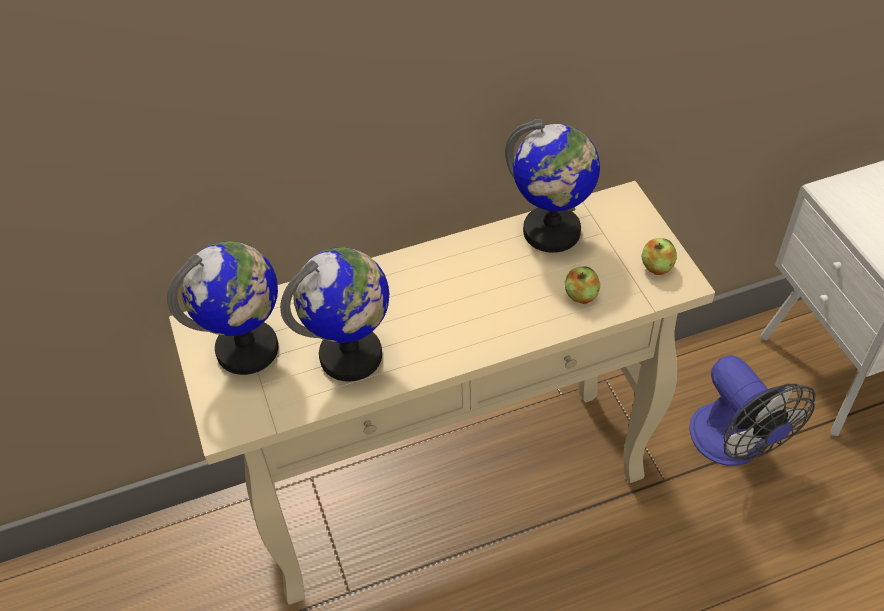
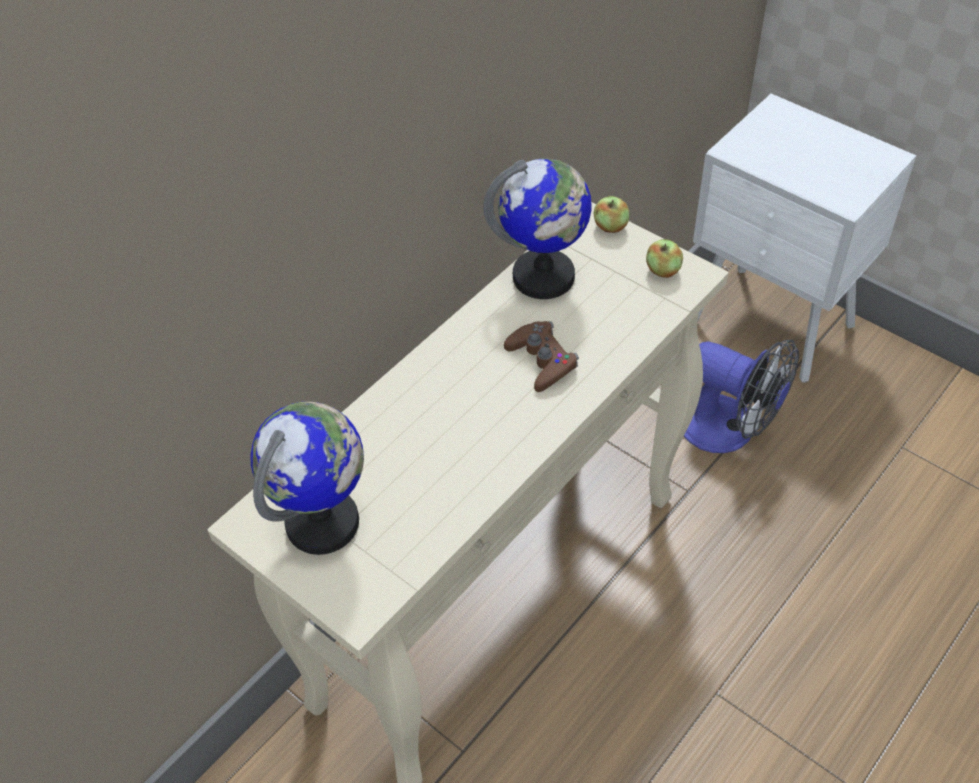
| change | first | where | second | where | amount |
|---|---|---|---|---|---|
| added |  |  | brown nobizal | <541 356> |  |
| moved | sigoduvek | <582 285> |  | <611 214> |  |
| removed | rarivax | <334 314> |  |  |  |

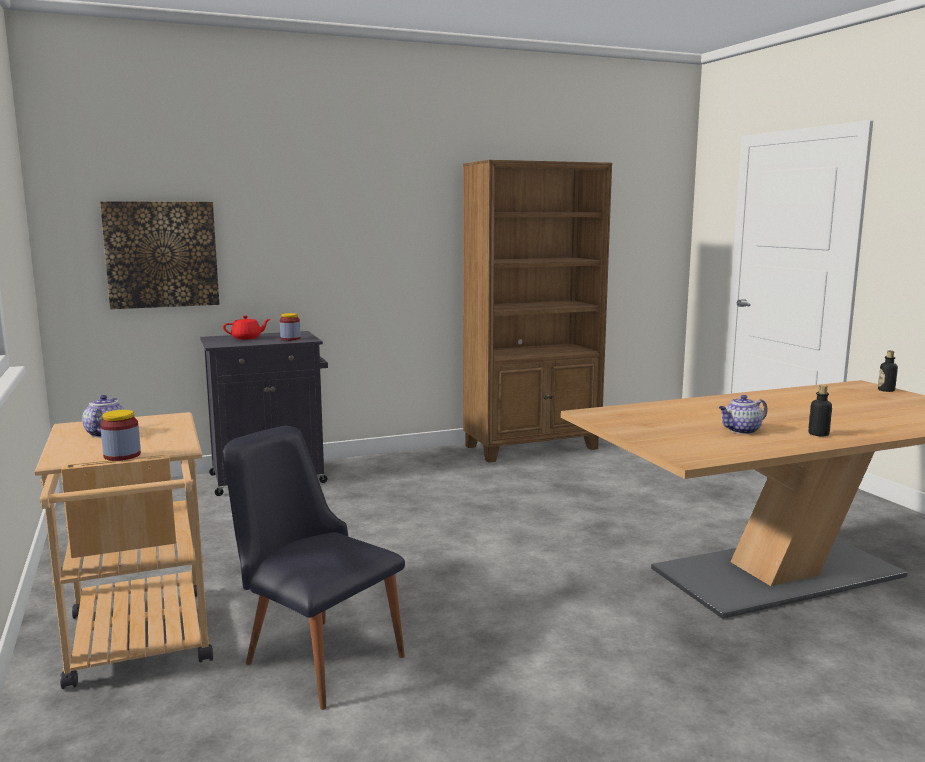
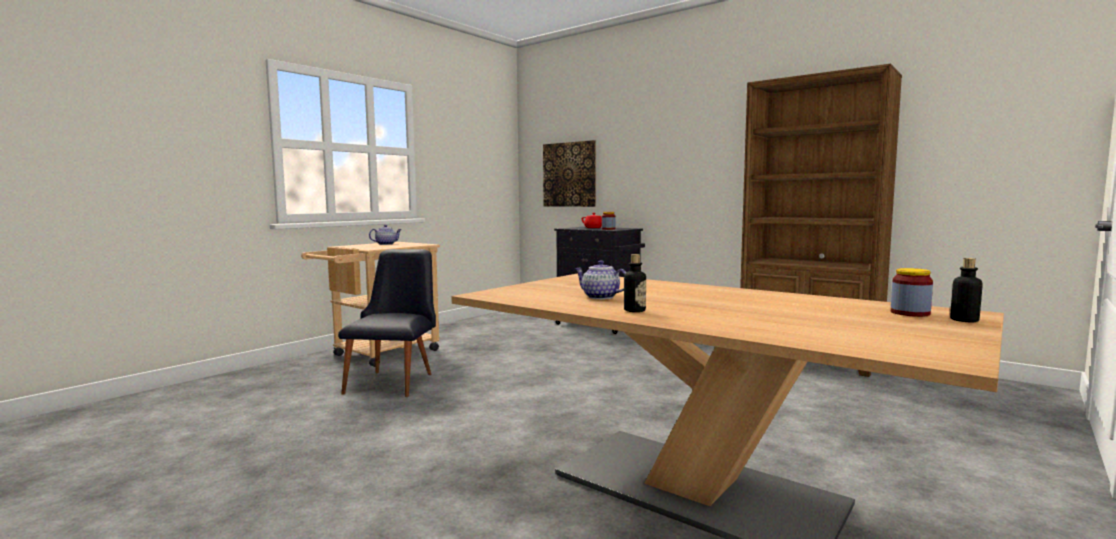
| change | first | where | second | where | amount |
|---|---|---|---|---|---|
| moved | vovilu | <120 435> |  | <912 292> |  |

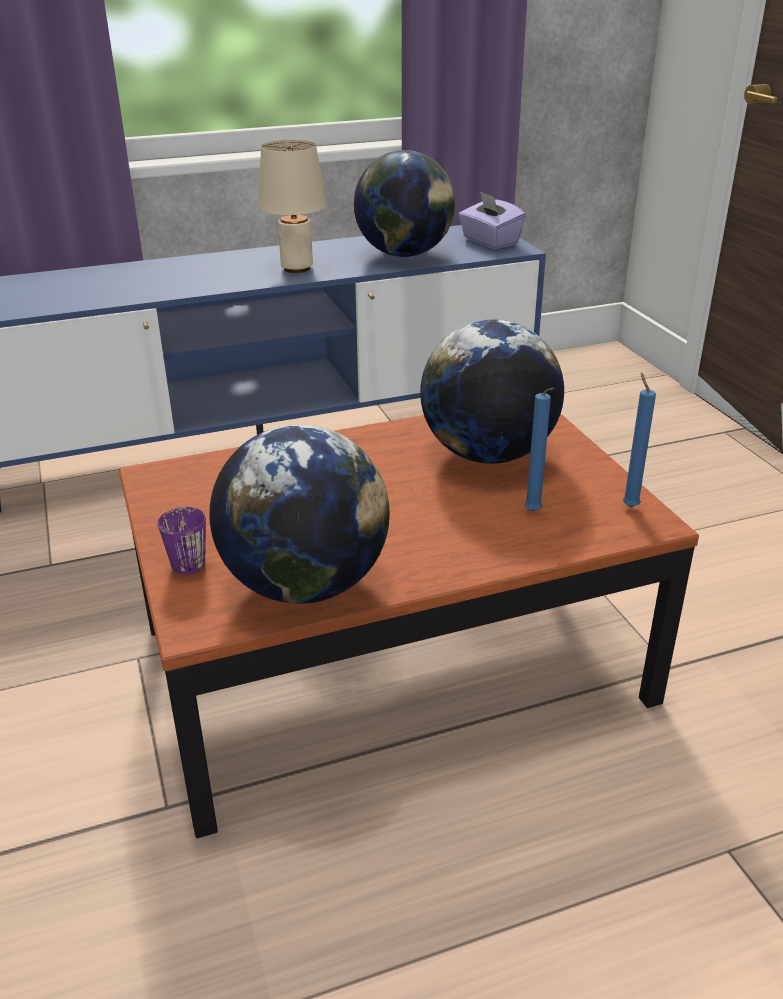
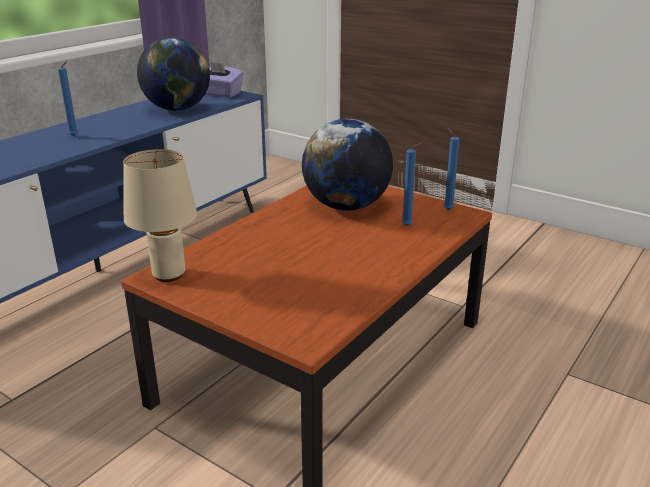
| change | first | where | second | where | amount |
|---|---|---|---|---|---|
| added |  |  | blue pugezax | <68 99> |  |
| moved | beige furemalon | <292 206> |  | <160 215> |  |
| removed | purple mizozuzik | <182 540> |  |  |  |
| removed | rarivax | <299 514> |  |  |  |

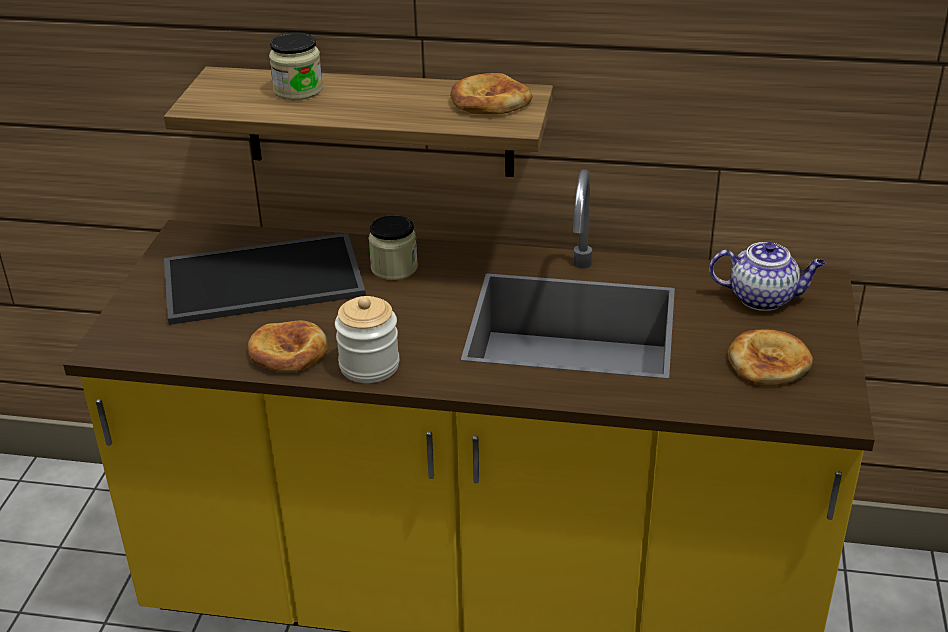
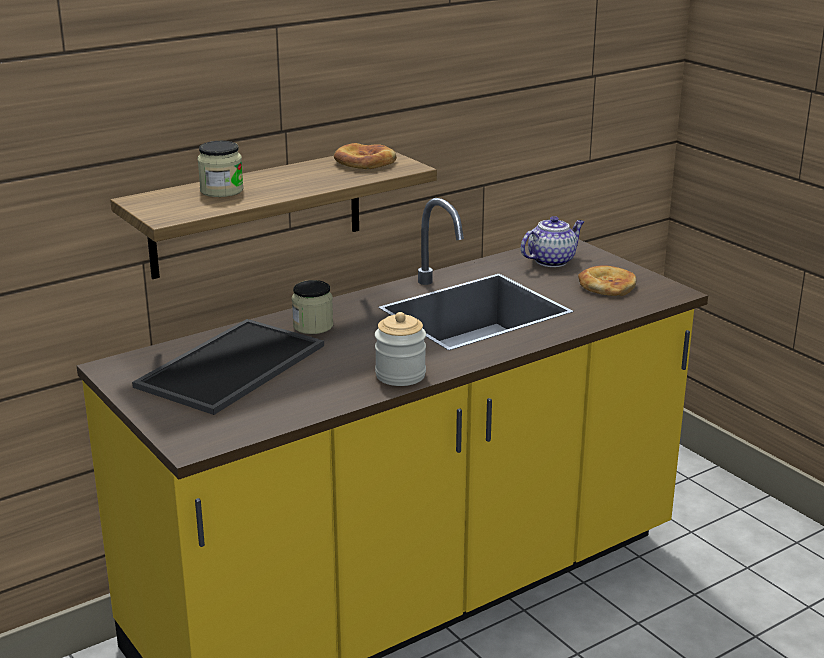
| change | first | where | second | where | amount |
|---|---|---|---|---|---|
| removed | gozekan | <288 346> |  |  |  |

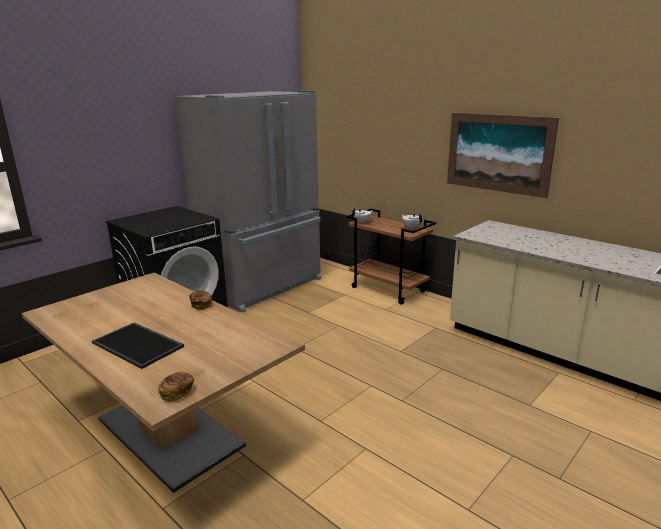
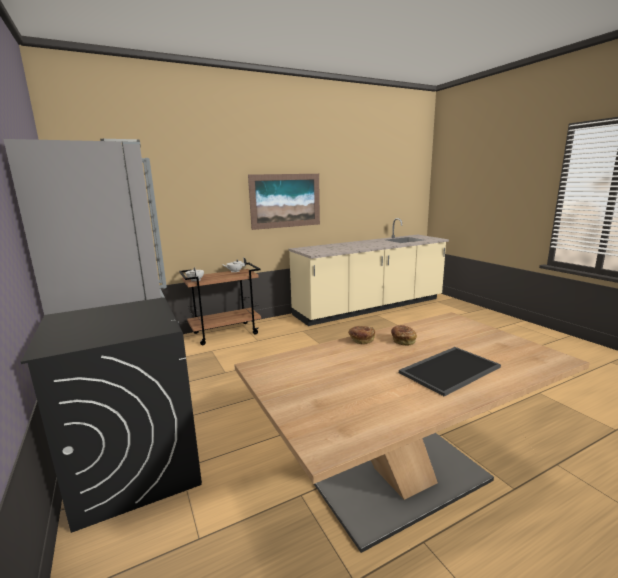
| change | first | where | second | where | amount |
|---|---|---|---|---|---|
| moved | gozekan | <176 386> |  | <404 335> |  |

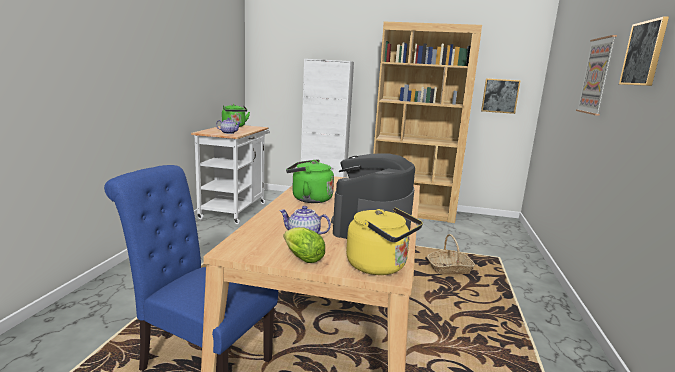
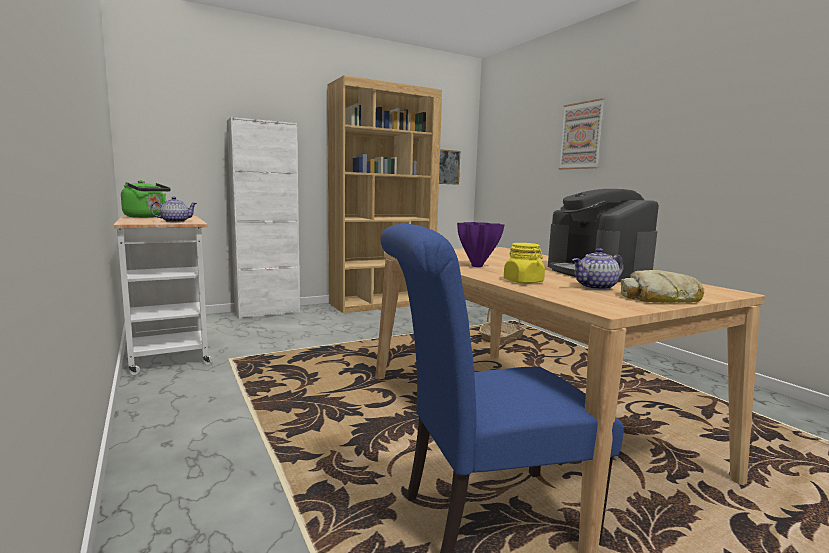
| change | first | where | second | where | amount |
|---|---|---|---|---|---|
| replaced | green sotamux | <310 181> | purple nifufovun | <480 244> |  |
| added |  |  | yellow vovilu | <524 263> |  |
| replaced | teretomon | <304 245> | gozekan | <662 286> |  |
| removed | yellow sotamux | <384 241> |  |  |  |
| removed | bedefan | <644 51> |  |  |  |

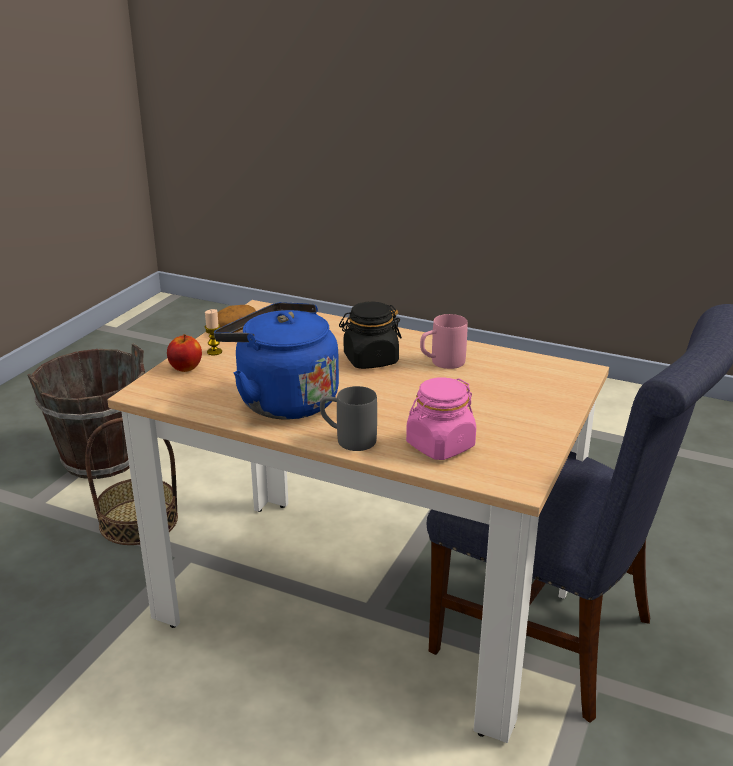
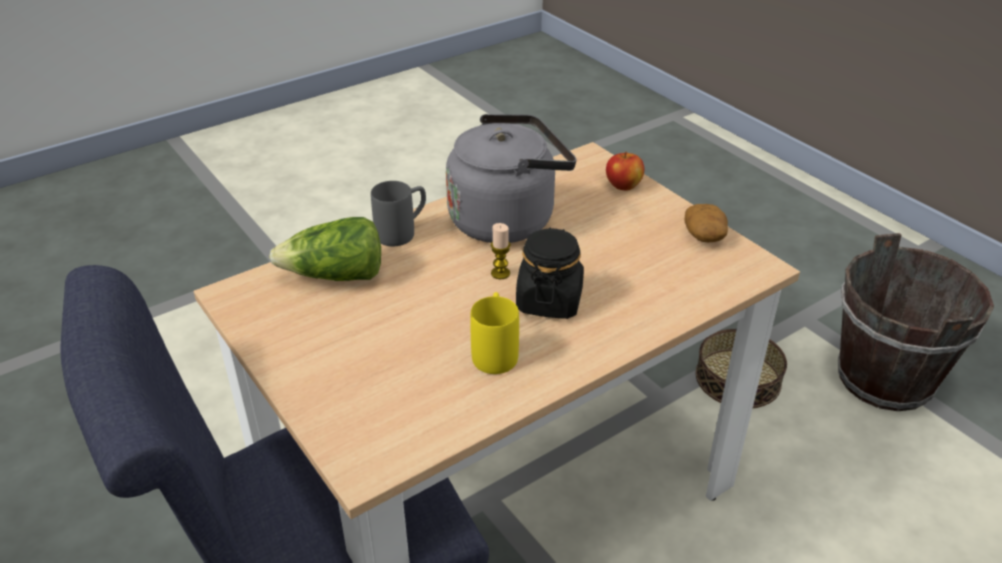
| change | first | where | second | where | amount |
|---|---|---|---|---|---|
| replaced | pink vovilu | <441 418> | teretomon | <325 249> |  |
| recoloured | blue sotamux | <276 361> | grey sotamux | <511 178> |  |
| recoloured | pink mizozuzik | <444 341> | yellow mizozuzik | <494 333> |  |
| moved | pugezax | <213 332> |  | <501 251> |  |

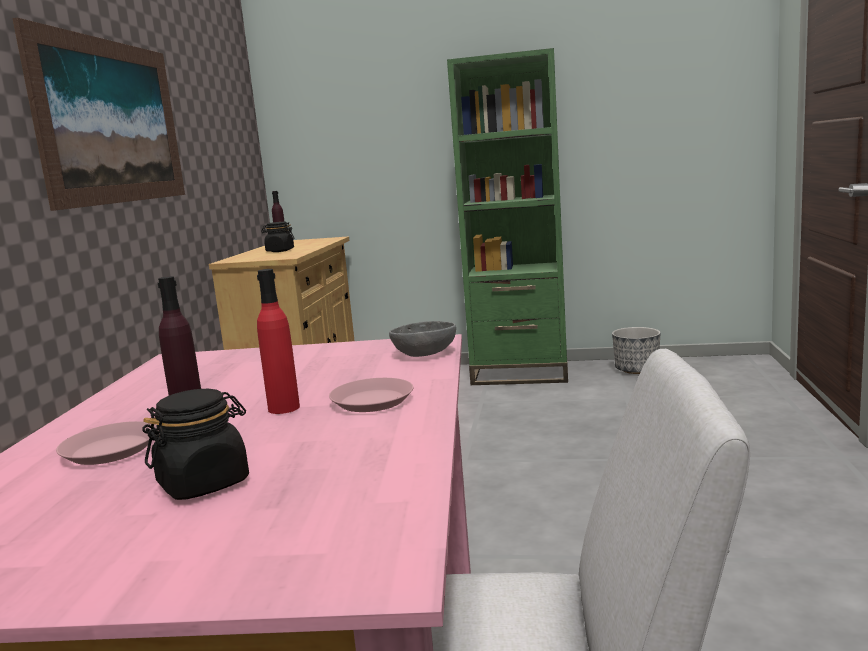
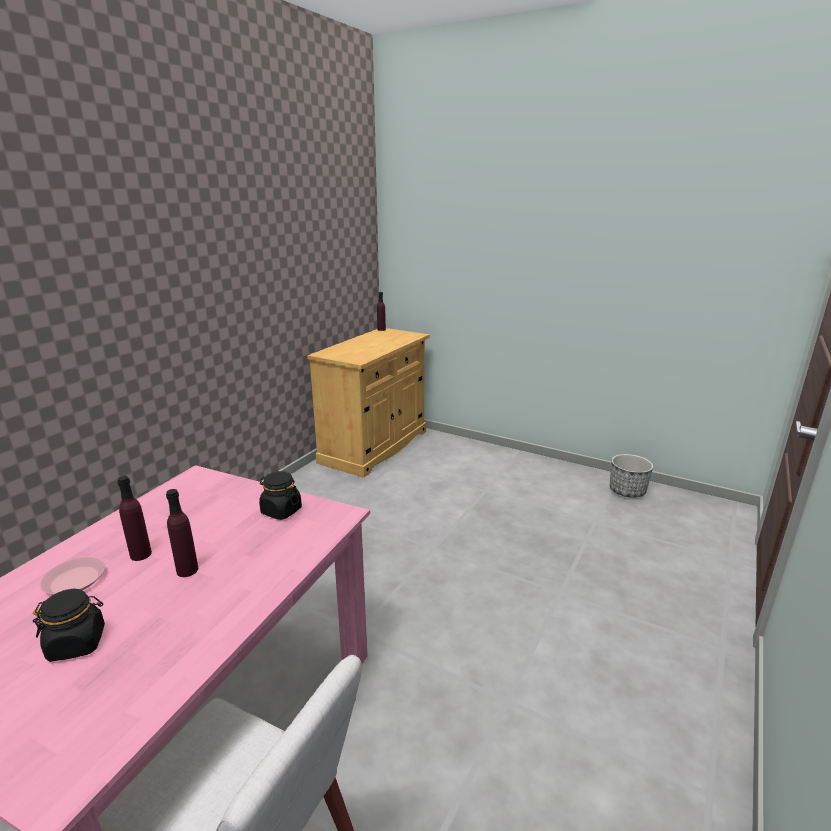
| change | first | where | second | where | amount |
|---|---|---|---|---|---|
| recoloured | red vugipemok | <278 341> | purple vugipemok | <182 533> |  |
| moved | black vovilu | <278 237> |  | <280 495> |  |
| removed | bedefan | <98 114> |  |  |  |
| removed | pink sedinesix | <371 395> |  |  |  |
| removed | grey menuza | <422 339> |  |  |  |
| removed | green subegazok | <507 216> |  |  |  |

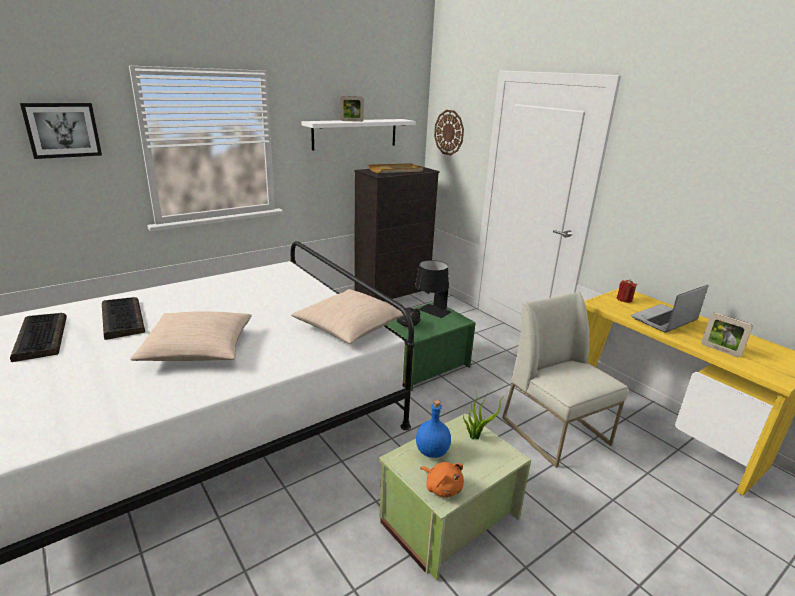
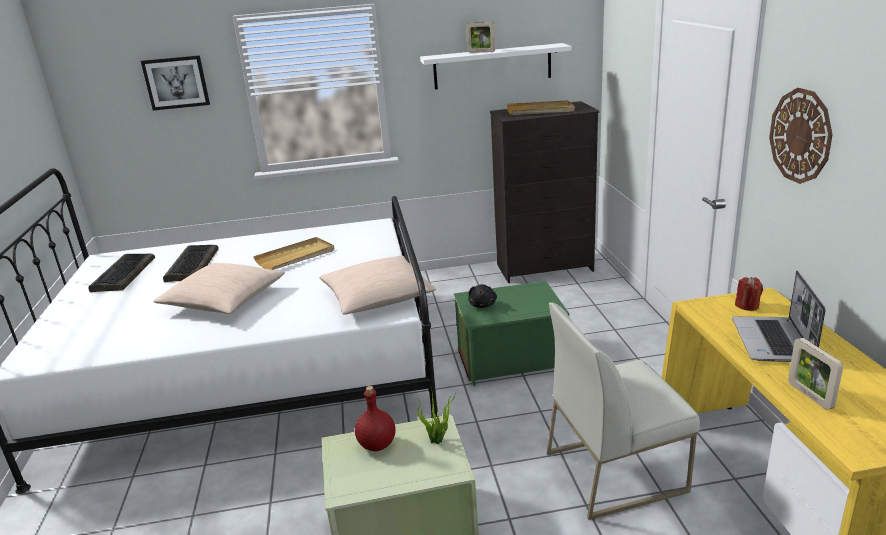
| change | first | where | second | where | amount |
|---|---|---|---|---|---|
| added |  |  | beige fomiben | <293 253> |  |
| recoloured | blue vugipemok | <433 429> | red vugipemok | <375 418> |  |
| turned | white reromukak | <565 380> |  | <623 411> | 105 degrees counterclockwise |
| turned | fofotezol | <670 309> |  | <778 316> | 75 degrees counterclockwise |
| moved | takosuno | <449 133> |  | <801 136> |  |
| removed | black furemalon | <433 289> |  |  |  |
| removed | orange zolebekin | <442 480> |  |  |  |

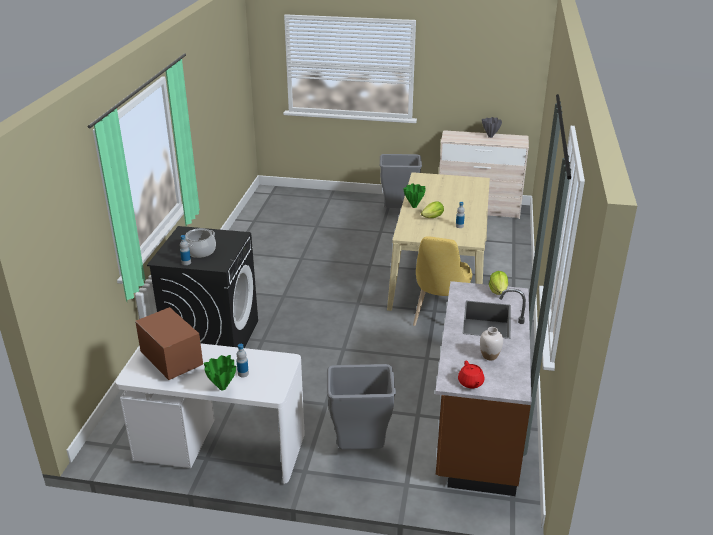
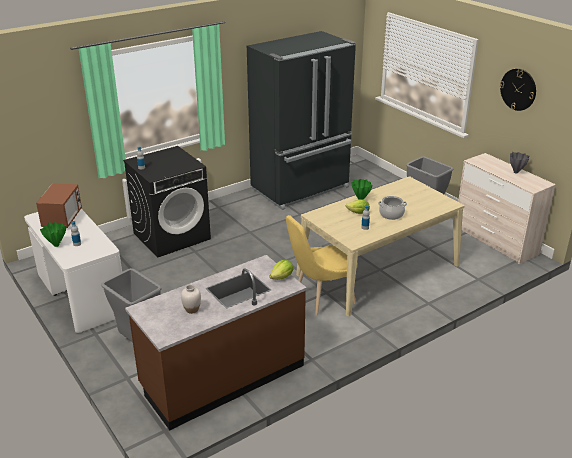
| change | first | where | second | where | amount |
|---|---|---|---|---|---|
| added |  |  | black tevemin | <301 120> |  |
| moved | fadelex | <200 243> |  | <392 208> |  |
| added |  |  | takosuno | <518 89> |  |
| removed | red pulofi | <471 374> |  |  |  |

